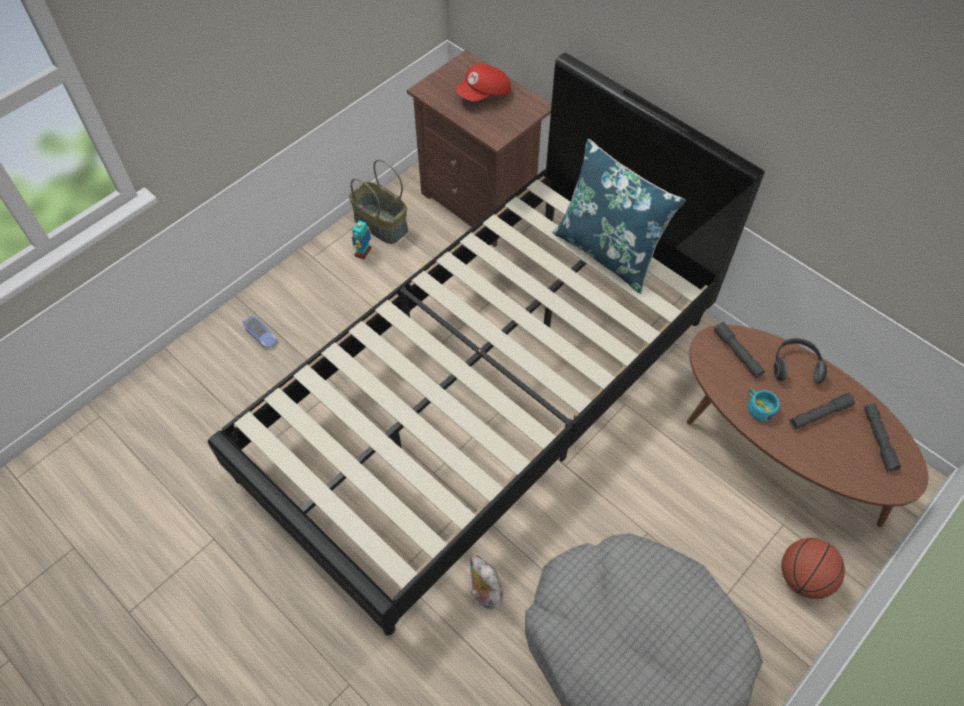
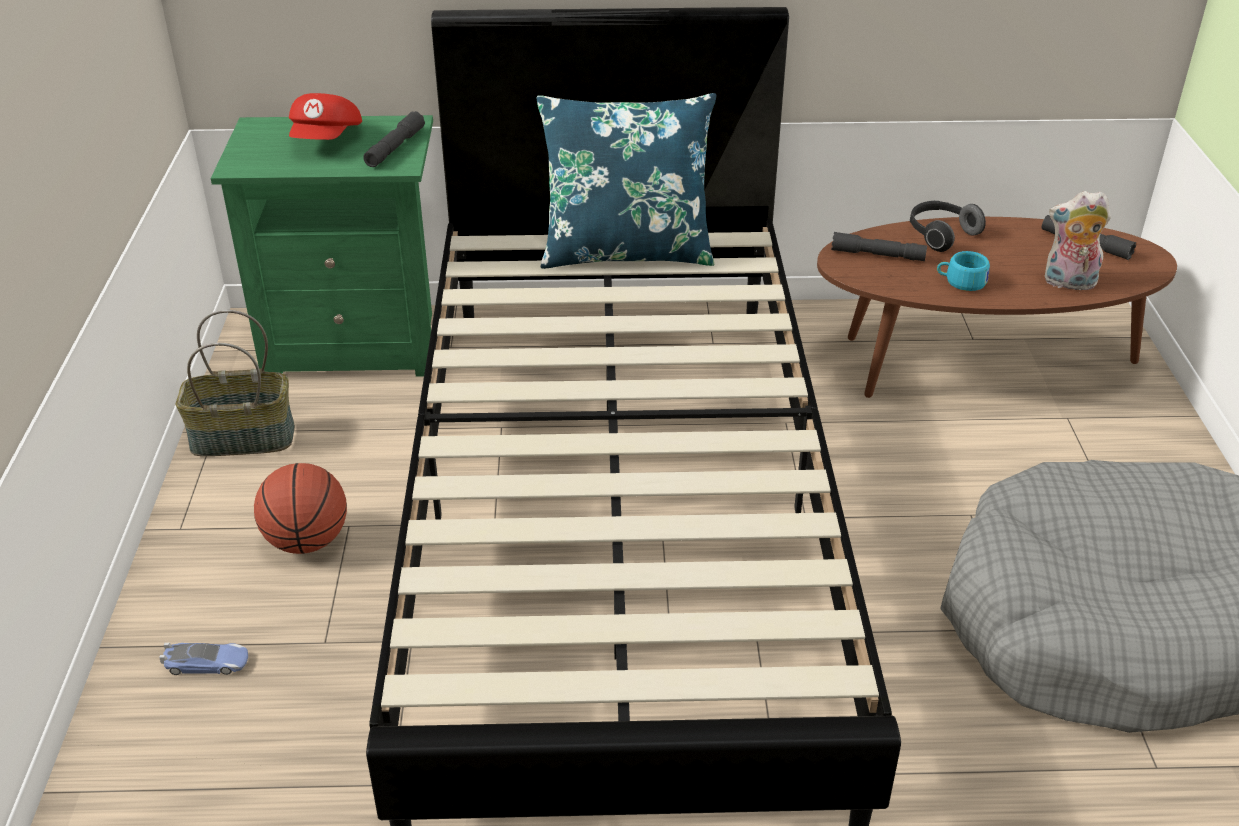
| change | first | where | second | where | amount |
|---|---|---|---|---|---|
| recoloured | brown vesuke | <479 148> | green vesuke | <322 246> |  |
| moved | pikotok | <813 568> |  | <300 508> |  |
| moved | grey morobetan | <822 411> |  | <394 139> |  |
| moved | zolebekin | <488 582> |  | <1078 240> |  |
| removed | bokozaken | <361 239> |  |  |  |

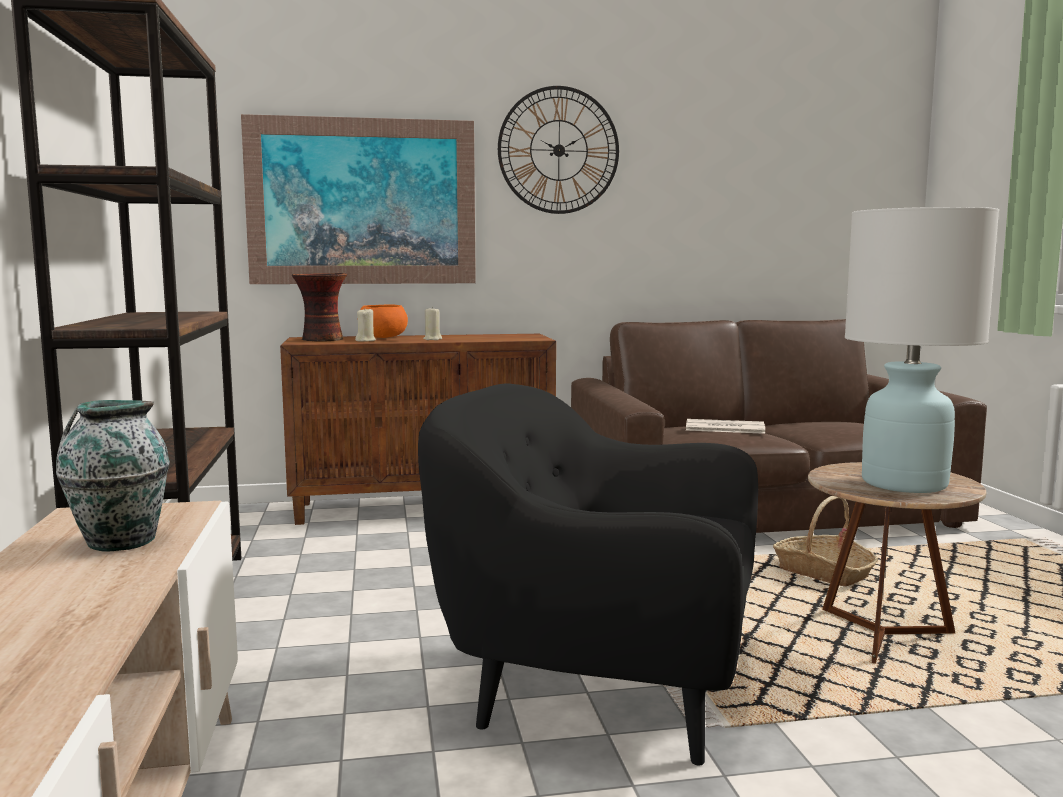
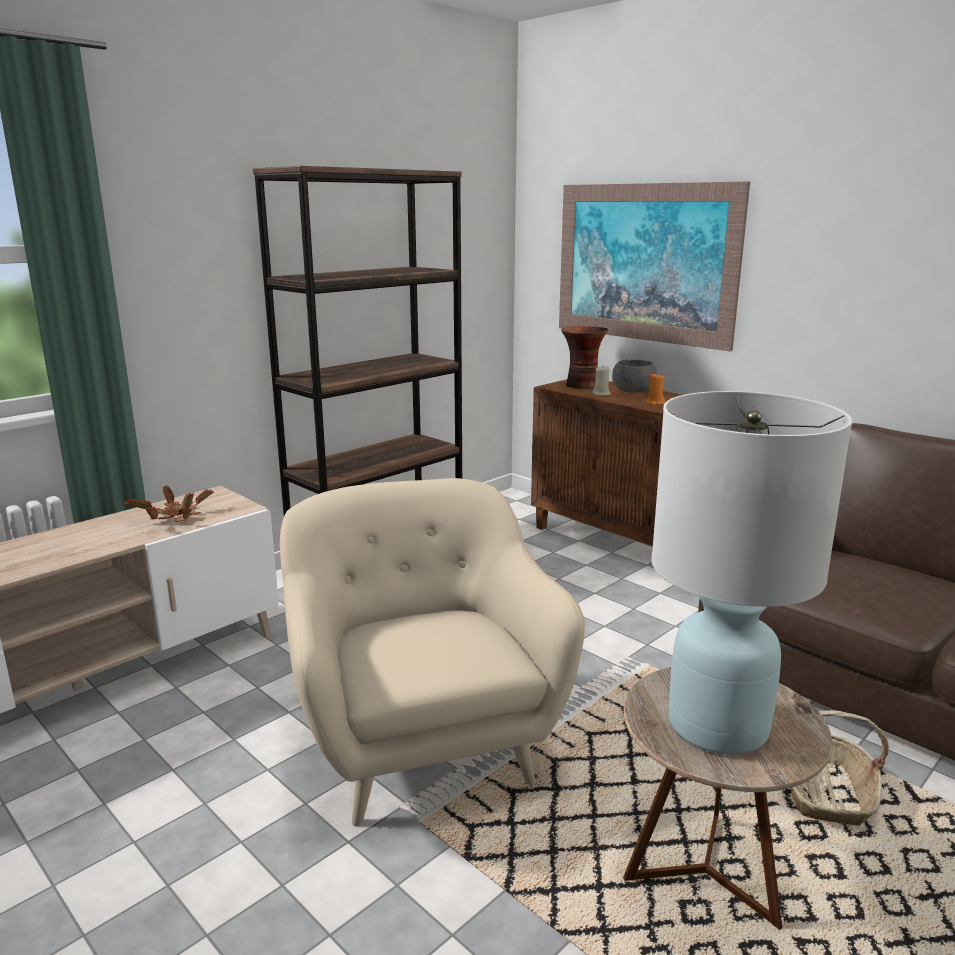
| change | first | where | second | where | amount |
|---|---|---|---|---|---|
| replaced | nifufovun | <113 476> | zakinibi | <169 503> |  |
| recoloured | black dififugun | <588 574> | beige dififugun | <432 652> |  |
| recoloured | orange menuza | <384 321> | grey menuza | <634 376> |  |
| recoloured | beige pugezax | <432 323> | orange pugezax | <655 389> |  |
| removed | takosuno | <558 150> |  |  |  |
| removed | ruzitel | <725 426> |  |  |  |

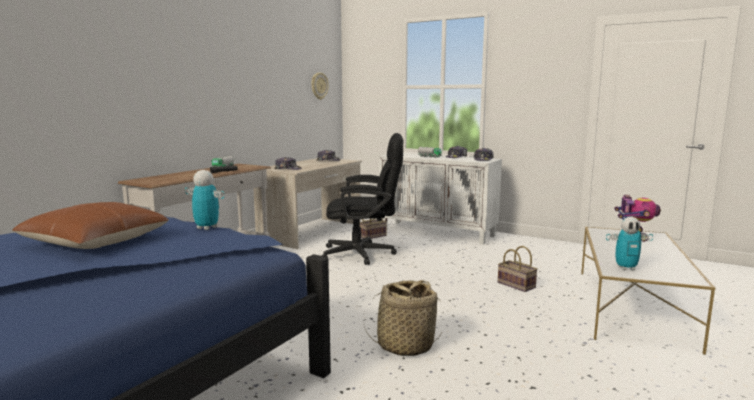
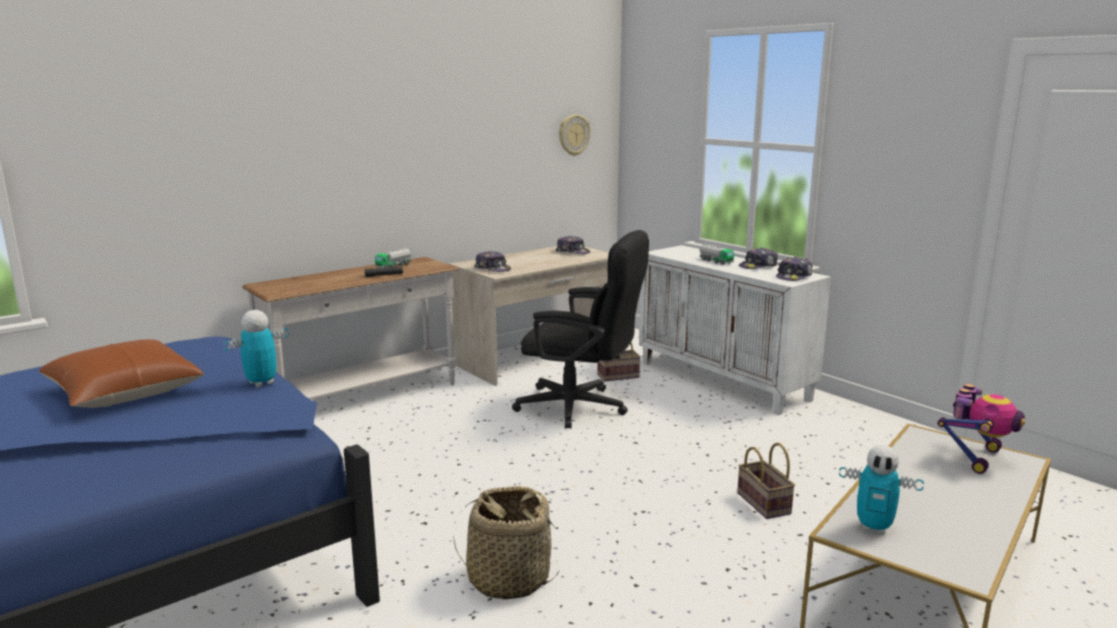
| change | first | where | second | where | amount |
|---|---|---|---|---|---|
| turned | bokozaken | <205 200> |  | <256 349> | 90 degrees counterclockwise |

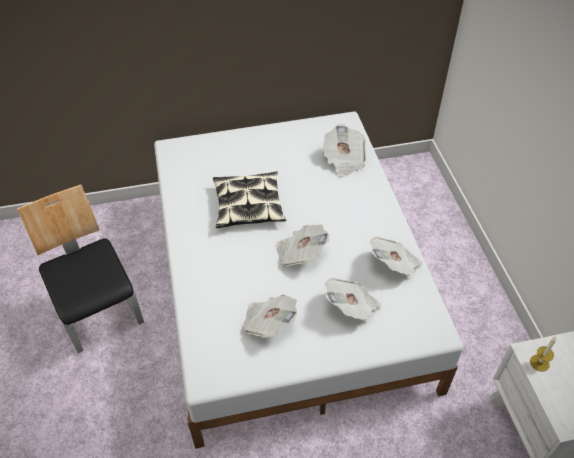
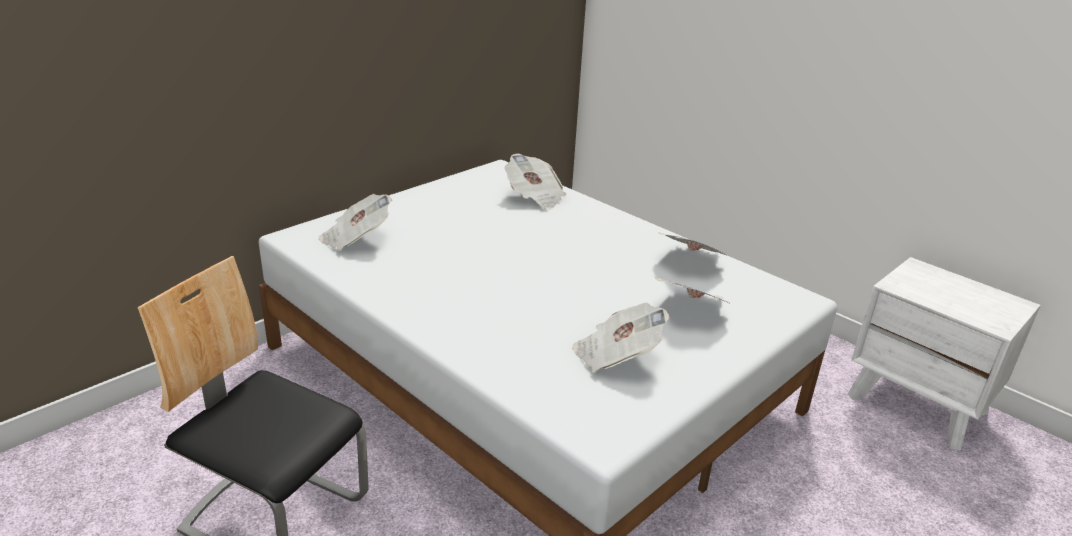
| change | first | where | second | where | amount |
|---|---|---|---|---|---|
| moved | ruzitel | <302 245> |  | <355 222> |  |
| removed | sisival | <249 199> |  |  |  |
| removed | pugezax | <543 354> |  |  |  |

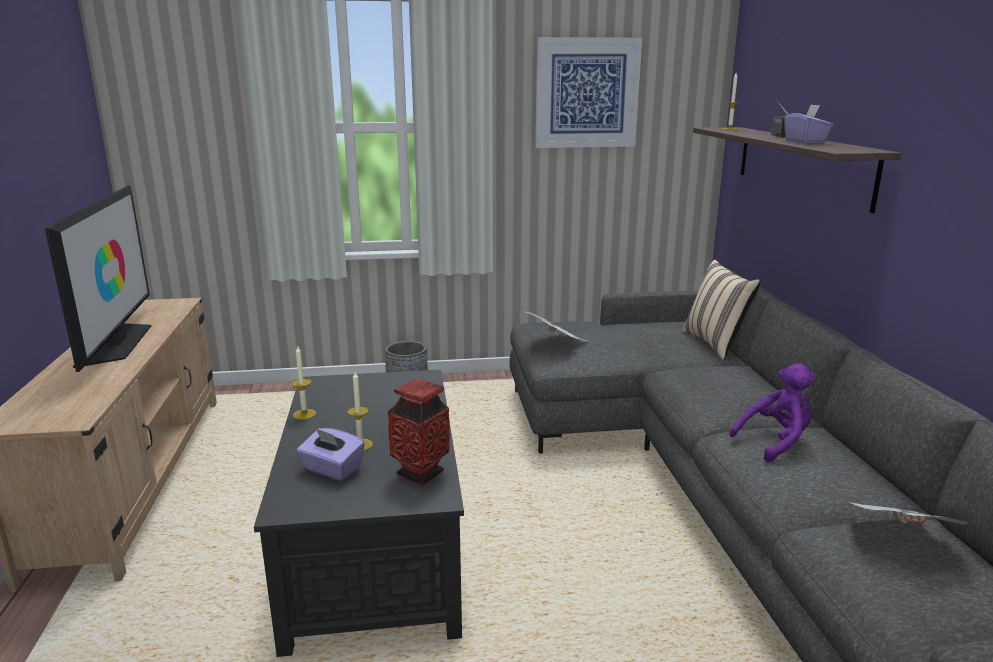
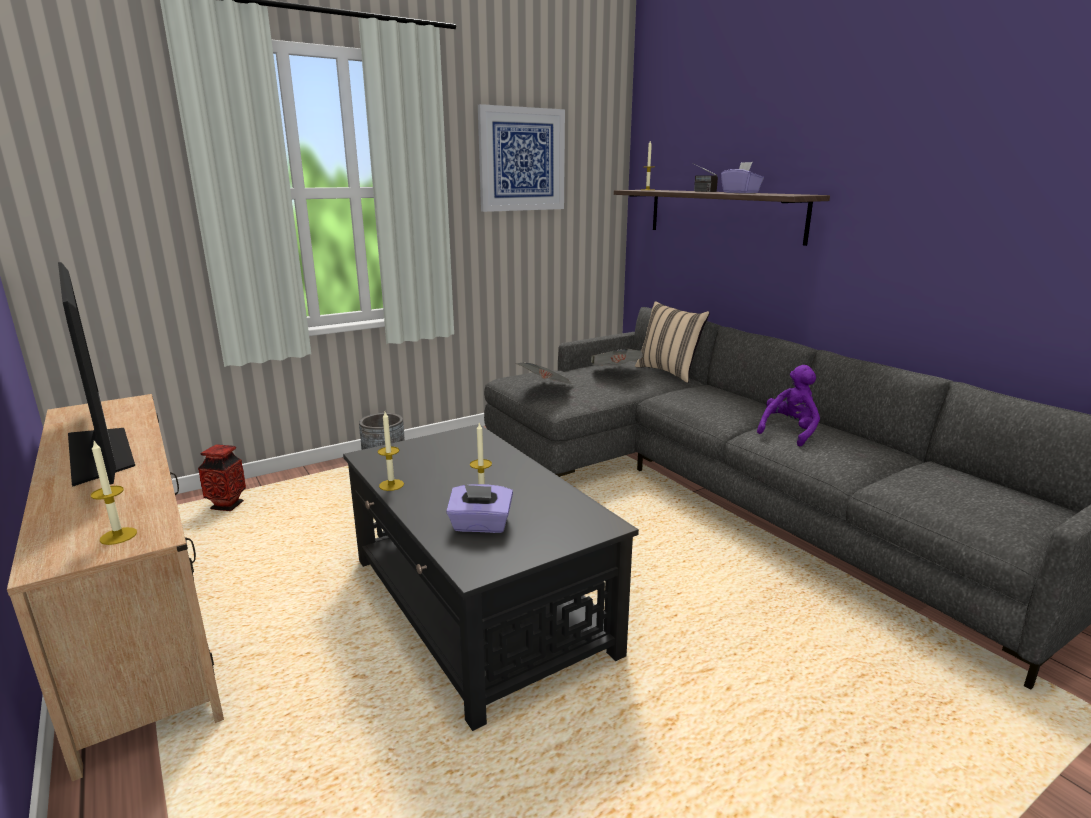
| change | first | where | second | where | amount |
|---|---|---|---|---|---|
| added |  |  | pugezax | <114 493> |  |
| moved | nifufovun | <419 432> |  | <222 477> |  |
| moved | ruzitel | <908 513> |  | <617 357> |  |

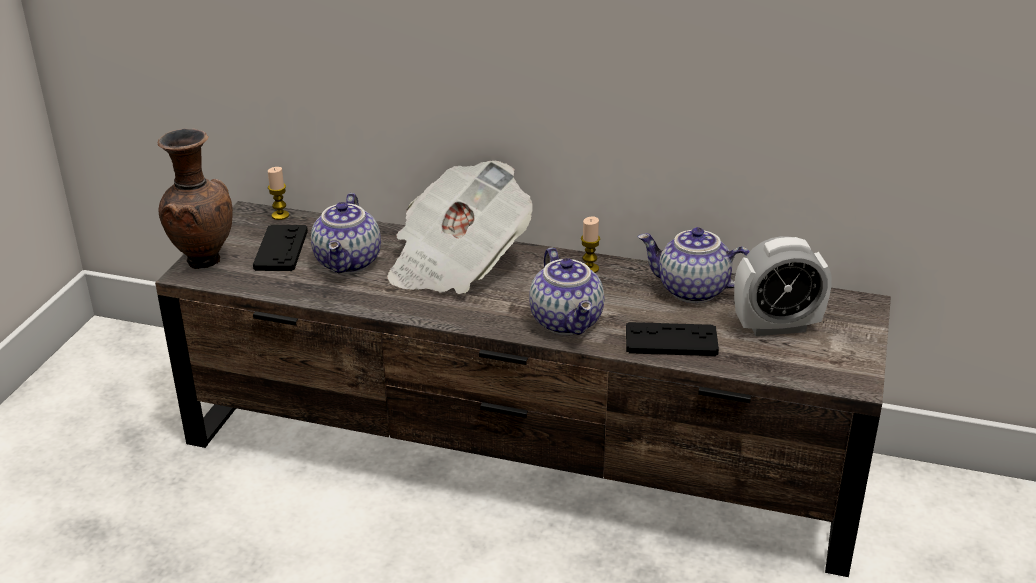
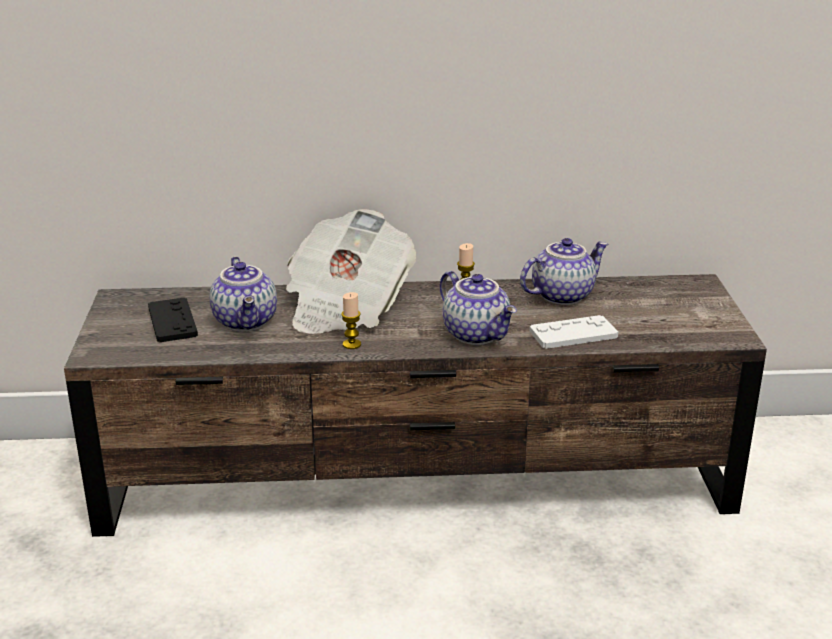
| change | first | where | second | where | amount |
|---|---|---|---|---|---|
| moved | pugezax | <278 193> |  | <351 320> |  |
| turned | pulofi | <694 265> |  | <564 271> | 150 degrees clockwise |
| recoloured | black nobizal | <672 339> | white nobizal | <573 332> |  |
| removed | brown nifufovun | <195 199> |  |  |  |
| removed | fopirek | <783 286> |  |  |  |

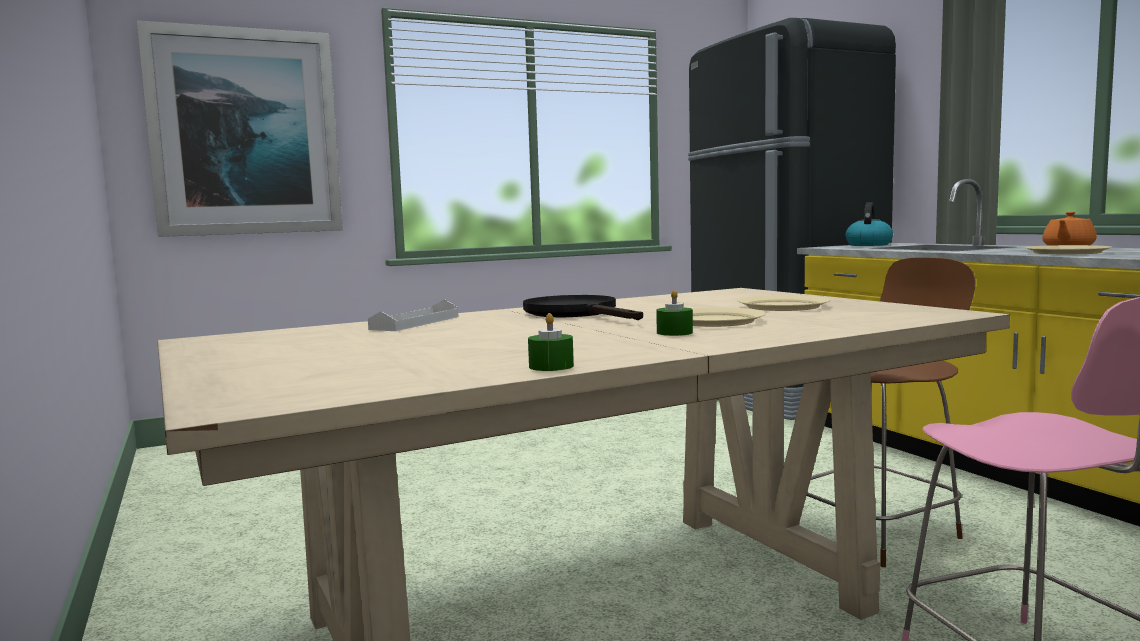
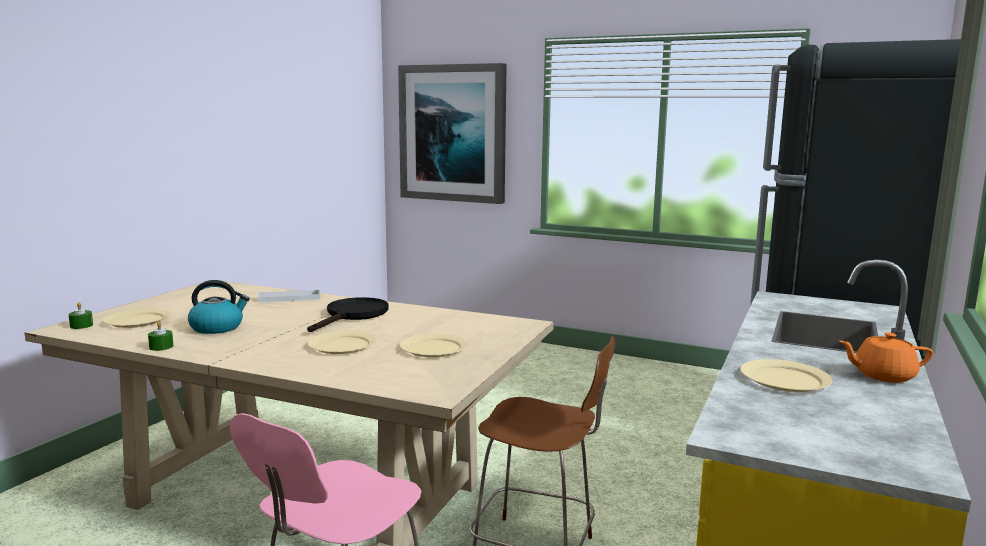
| change | first | where | second | where | amount |
|---|---|---|---|---|---|
| moved | green pugezax | <674 313> |  | <80 315> |  |
| added |  |  | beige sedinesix | <136 318> |  |
| moved | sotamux | <869 224> |  | <219 307> |  |

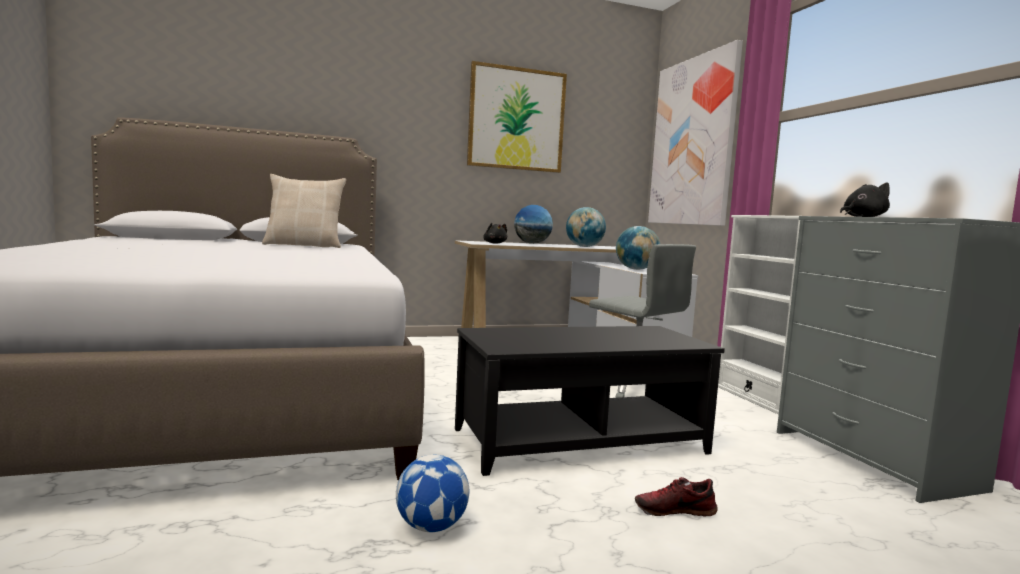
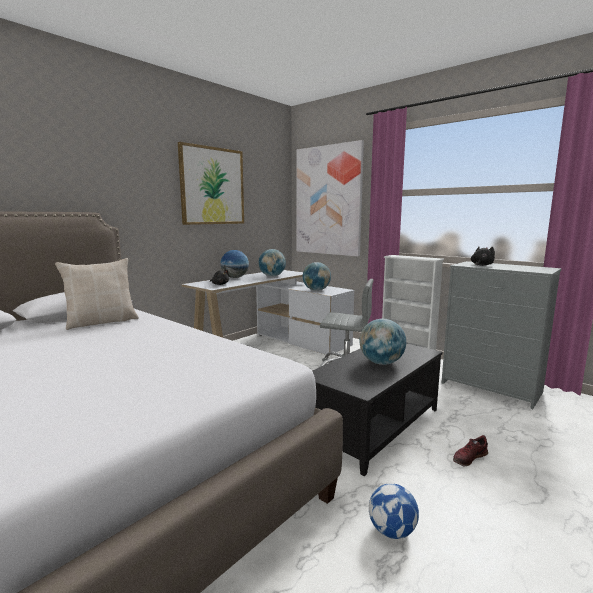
| change | first | where | second | where | amount |
|---|---|---|---|---|---|
| added |  |  | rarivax | <382 342> |  |

